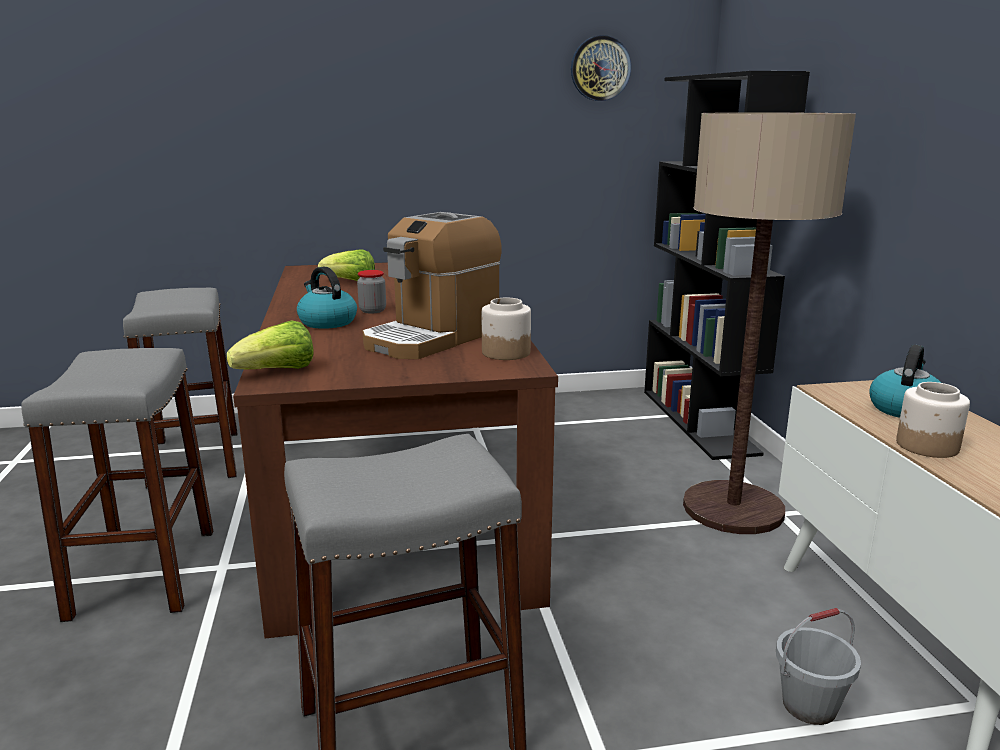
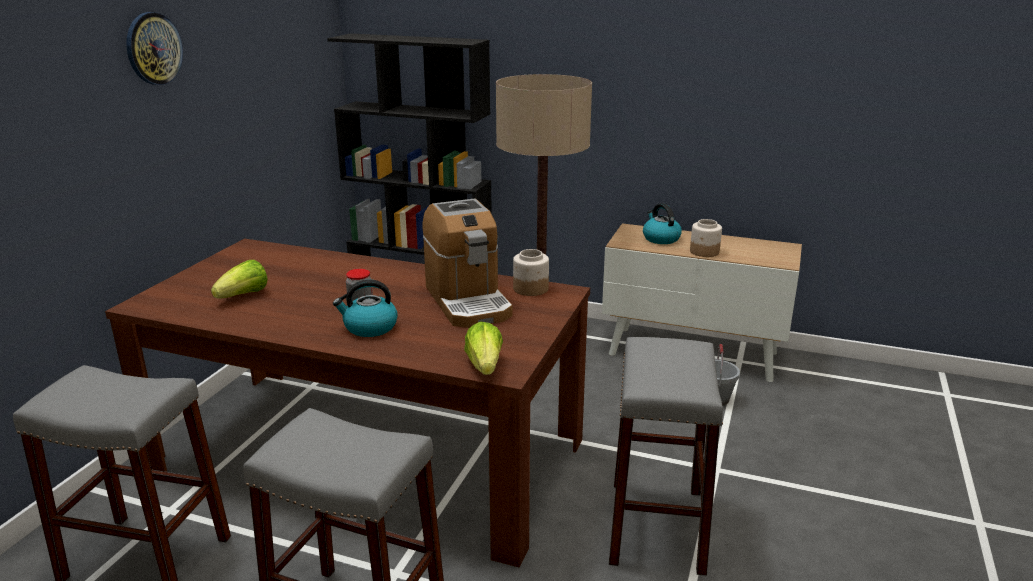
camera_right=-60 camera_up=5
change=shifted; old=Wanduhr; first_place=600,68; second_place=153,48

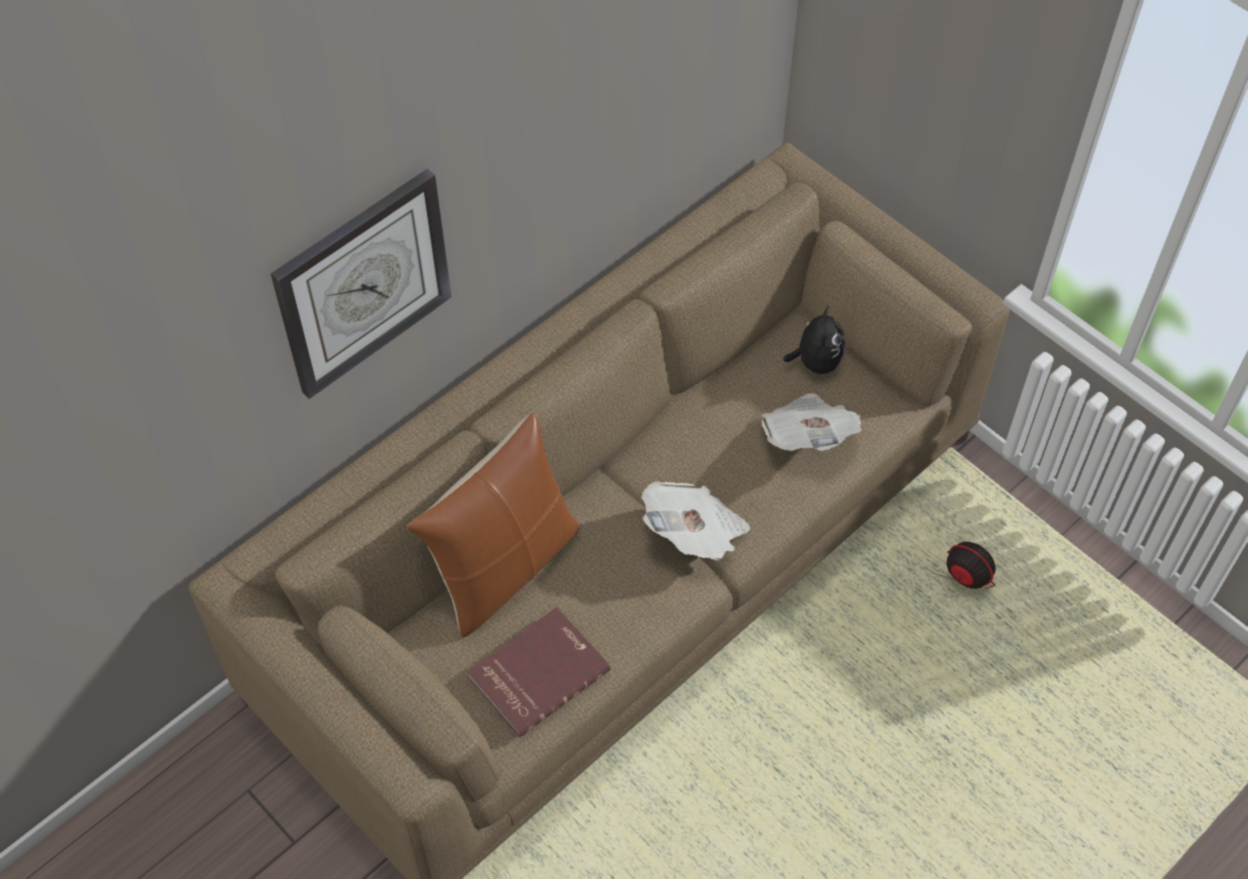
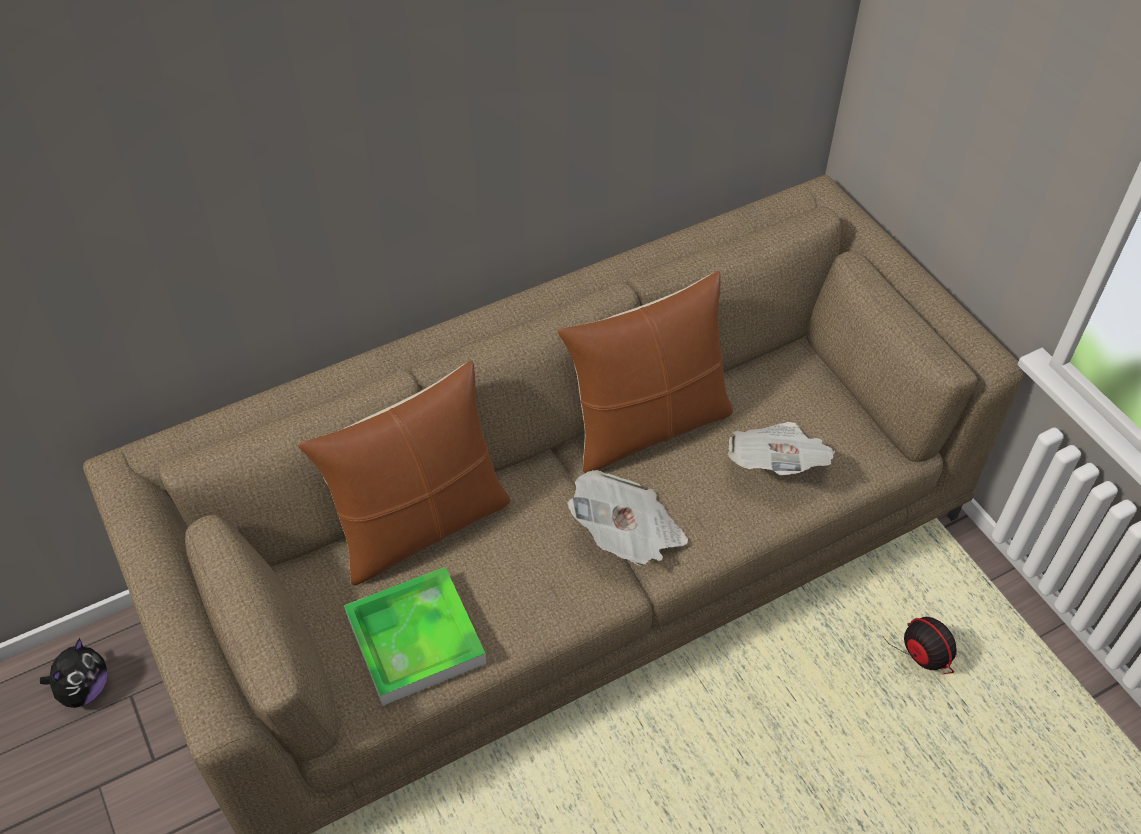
camera_right=15 camera_up=-5
change=gone; old=Wanduhr; first_place=363,283
change=shifted; old=Plüschtier; first_place=815,362; second_place=84,689
change=swapped; old=Buch (rot); new=Tablett; first_place=537,672; second_place=415,639
change=new; new=Kissen (braun); second_place=647,425

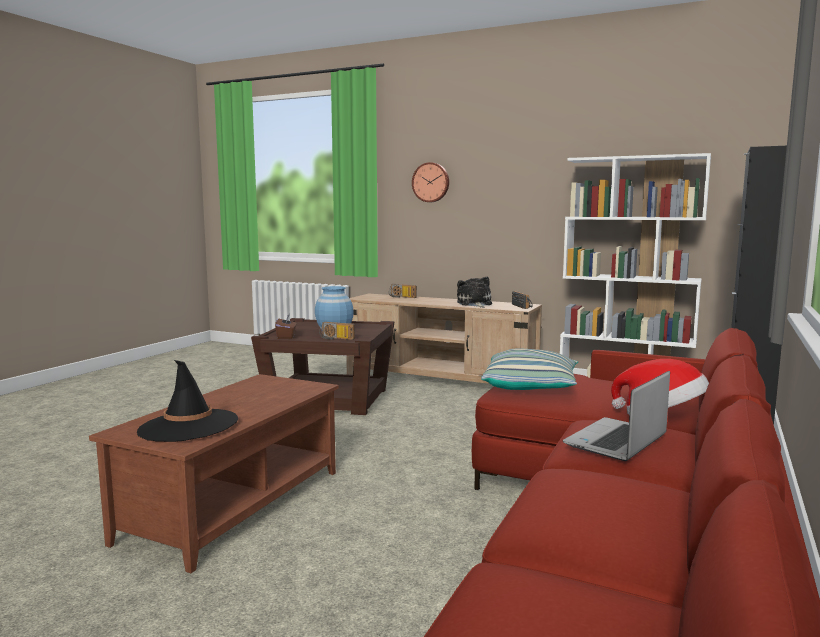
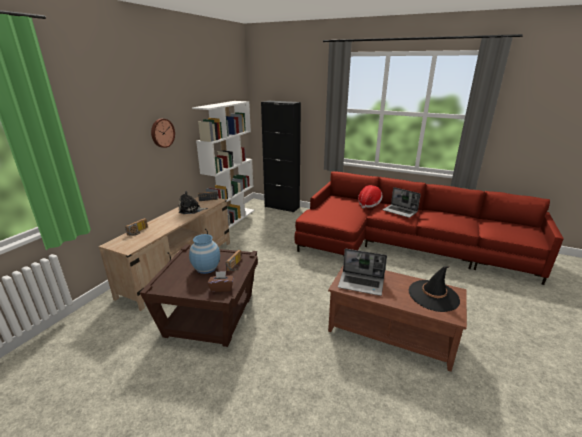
camera_right=-90 camera_up=15
change=shifted; old=Wanduhr; first_place=431,182; second_place=162,133
change=gone; old=Kissen; first_place=530,386
change=new; new=Laptop; second_place=361,284

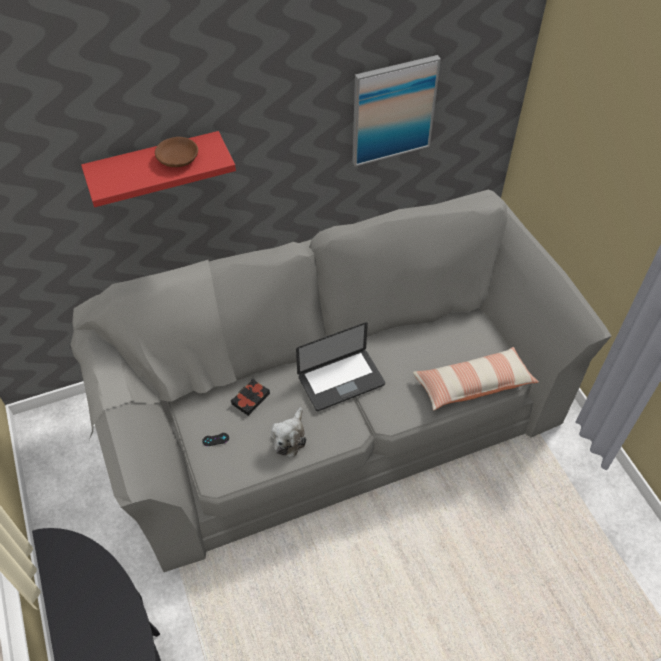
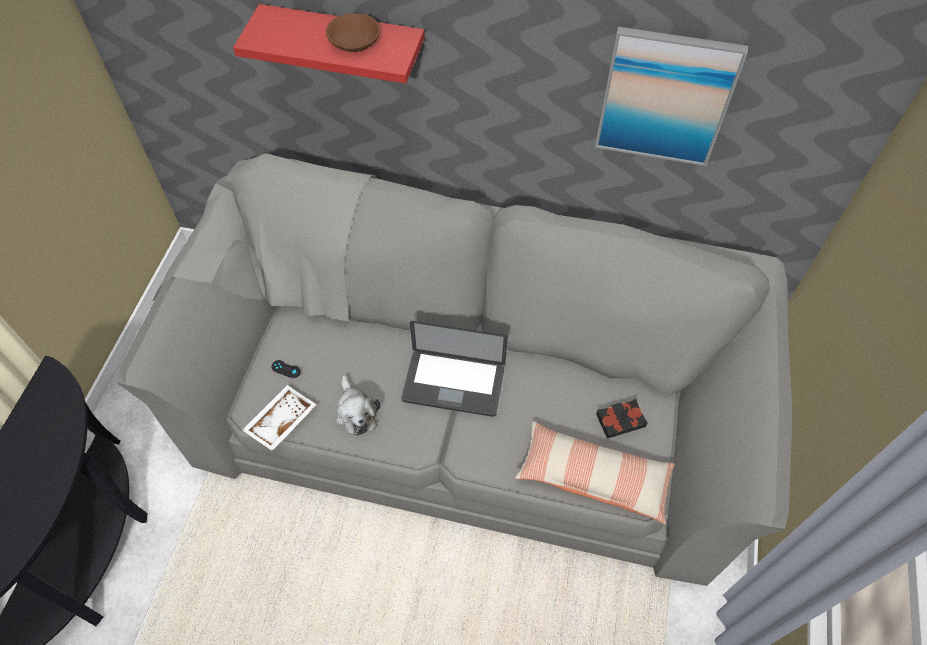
camera_right=35 camera_up=5
change=shifted; old=Buch (schwarz); first_place=250,399; second_place=620,420
change=rotated; old=Plüschtier; first_place=290,438; second_place=356,412; degrees=-75
change=new; new=Tablett (weiß); second_place=280,420

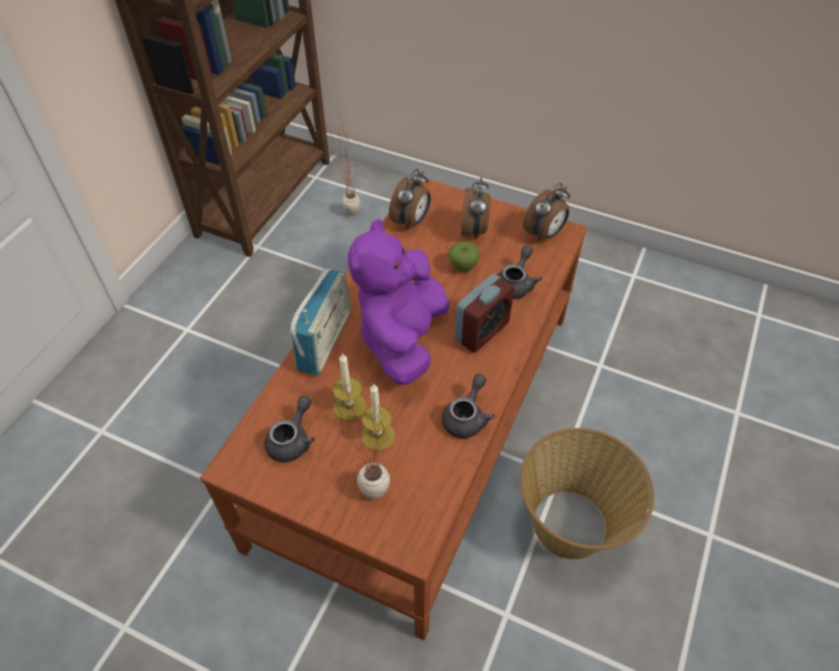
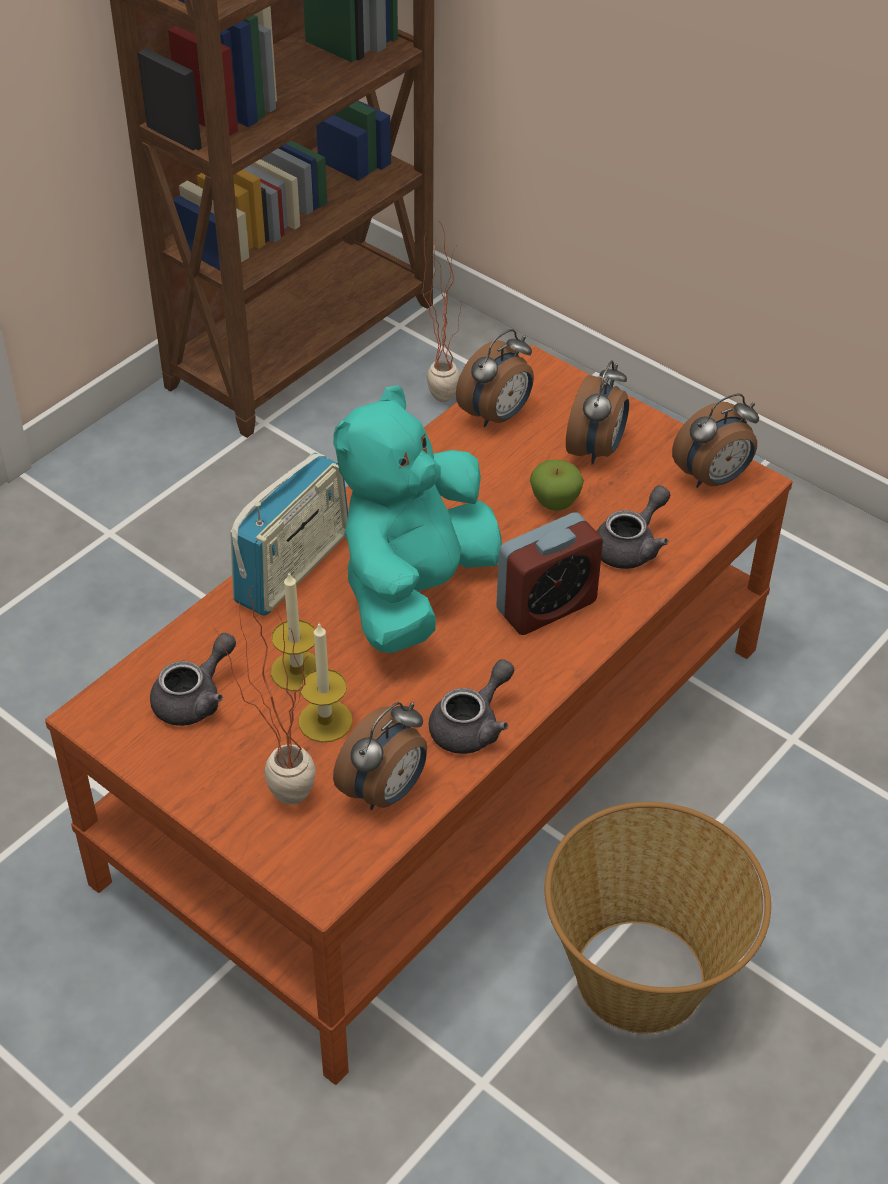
camera_right=15 camera_up=-5
change=repainted; old=Plüschtier (lila); new=Plüschtier (türkis); first_place=402,338; second_place=415,591
change=new; new=Wecker; second_place=385,791

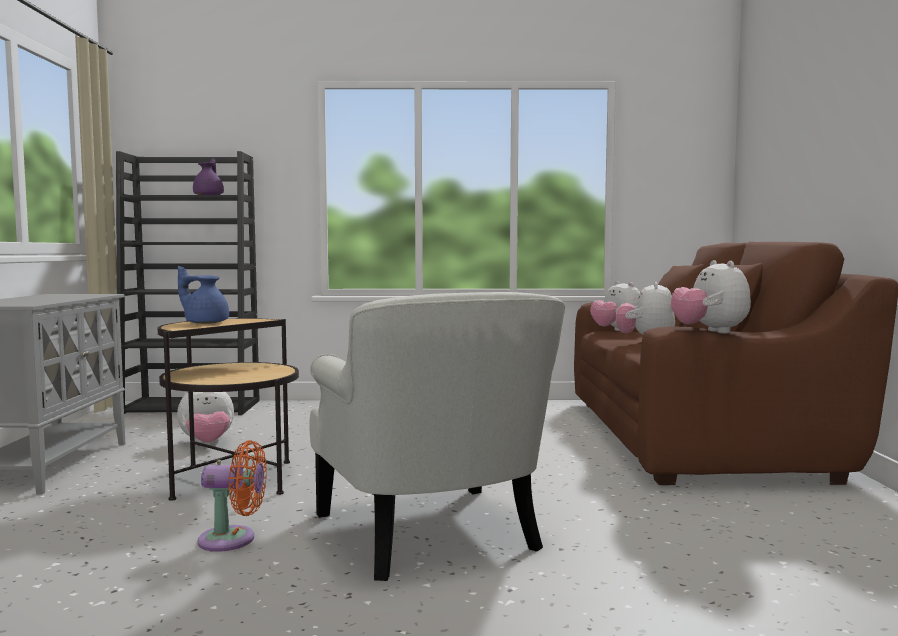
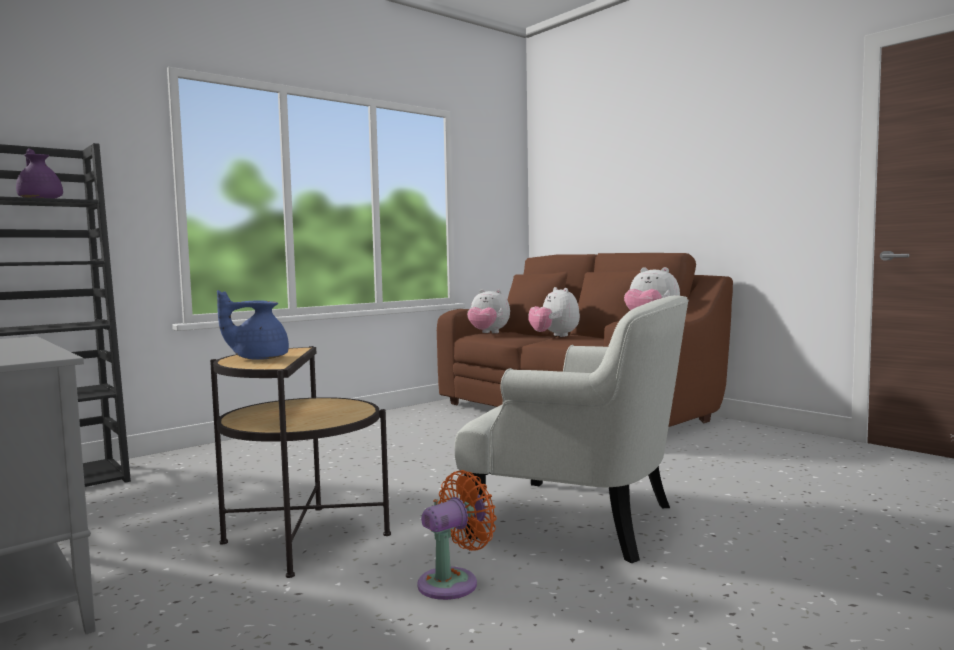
camera_right=-40 camera_up=0
change=gone; old=Plüschtier; first_place=207,443

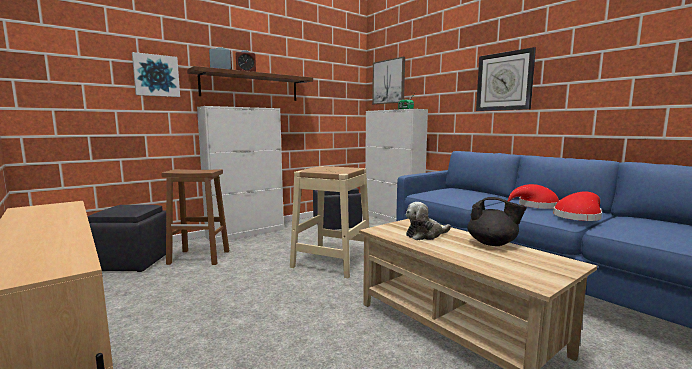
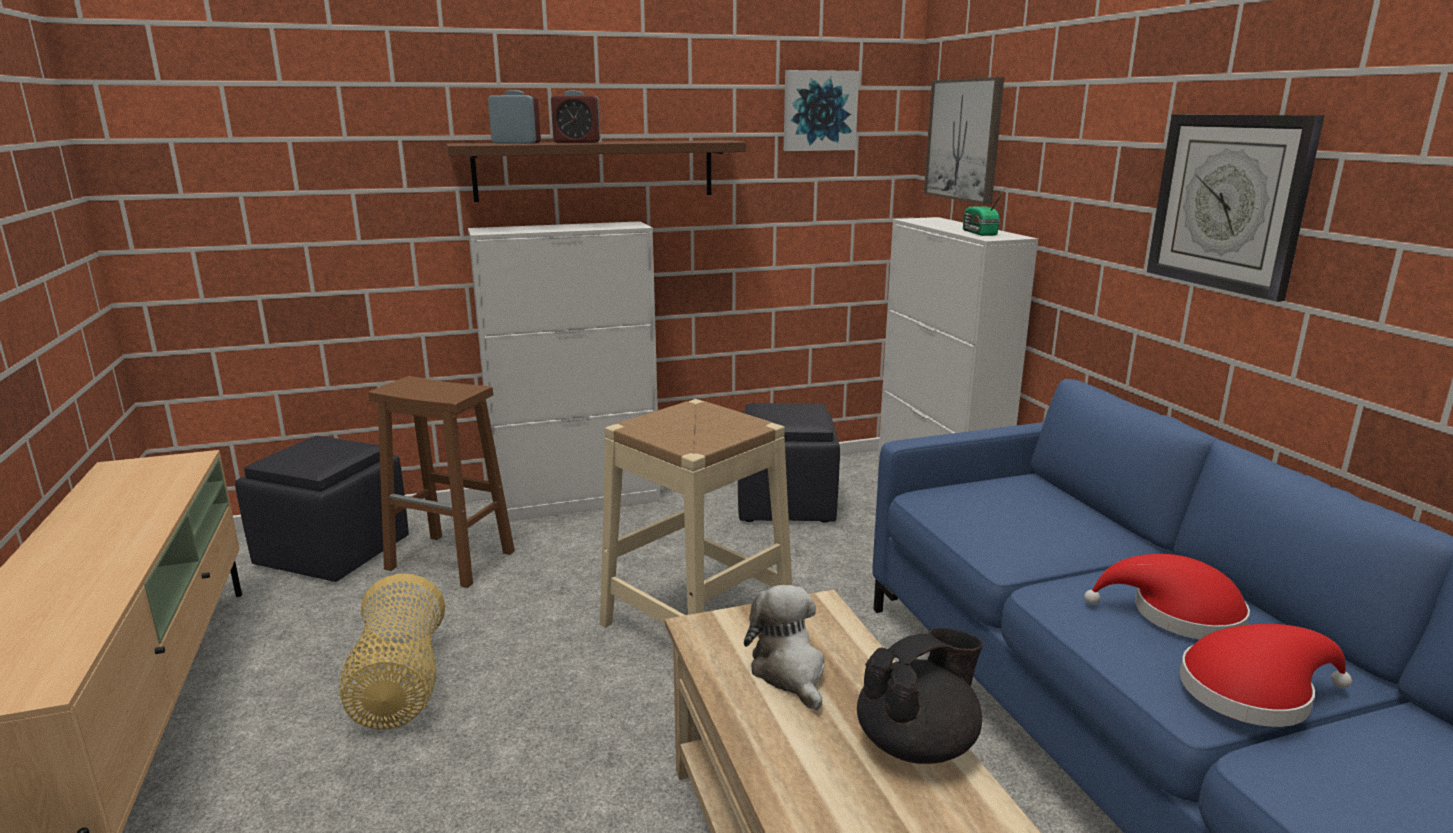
camera_right=20 camera_up=10
change=shifted; old=Bild; first_place=156,75; second_place=819,111
change=rotated; old=Teekanne (schwarz); first_place=492,243; second_place=917,744; degrees=-75
change=rotated; old=Plüschtier; first_place=425,235; second_place=789,672; degrees=75
change=new; new=Korb; second_place=399,687

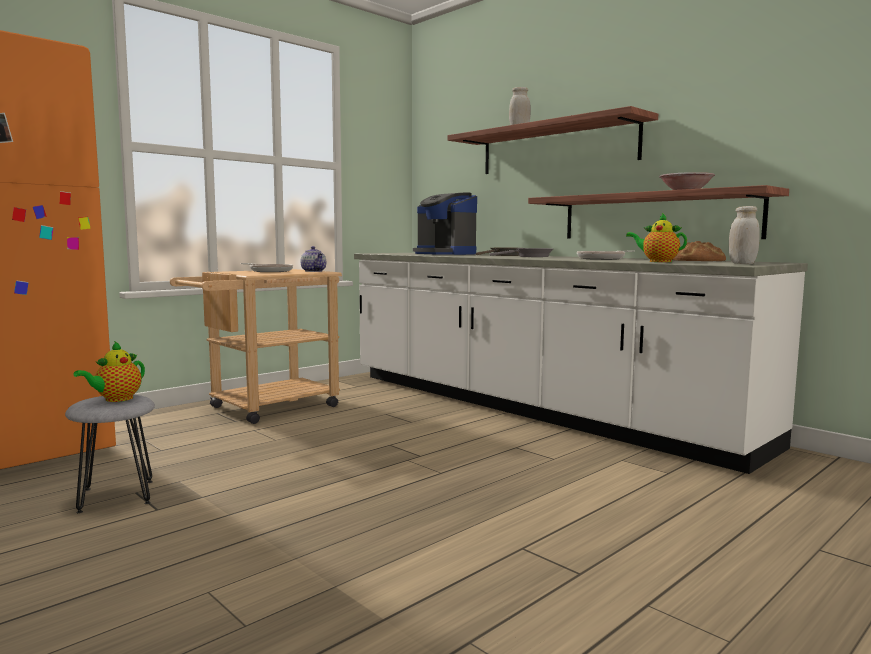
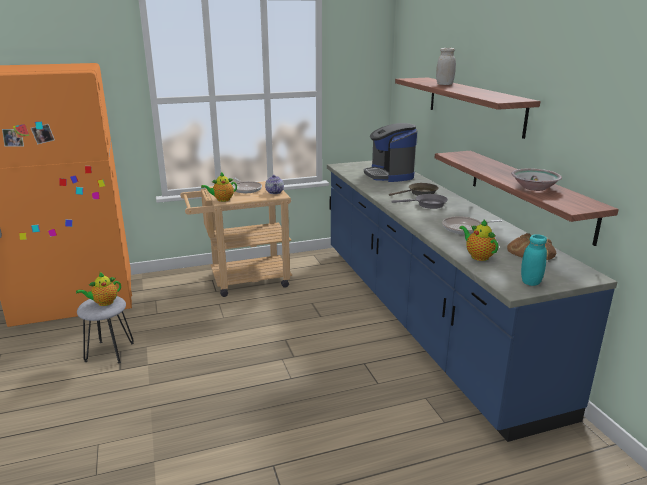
camera_right=25 camera_up=15
change=repainted; old=Vorratsglas (weiß); new=Vorratsglas (türkis); first_place=742,263; second_place=530,282
change=repainted; old=Küchenzeile (weiß); new=Küchenzeile (blau); first_place=532,407; second_place=422,317
change=new; new=Teekanne; second_place=222,200

